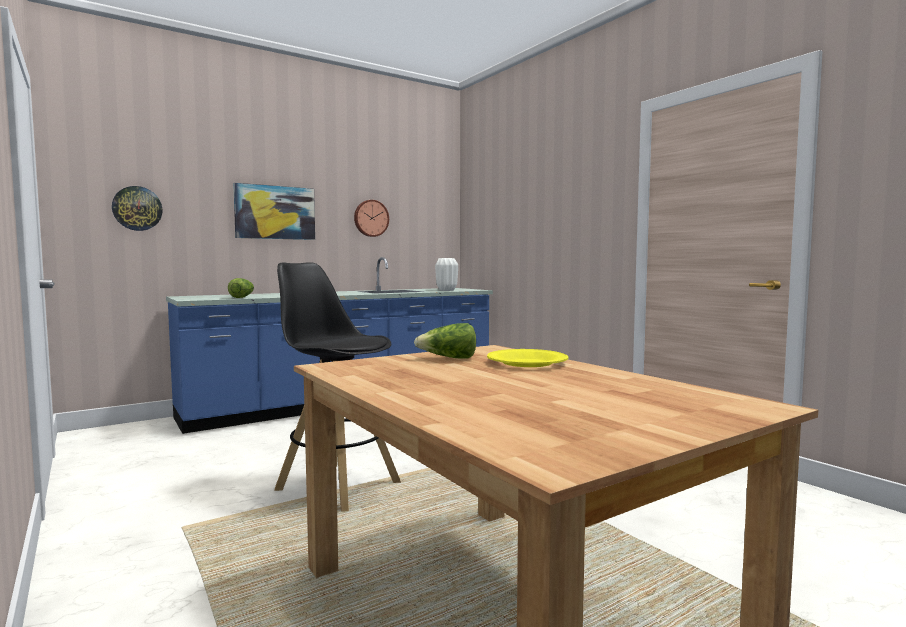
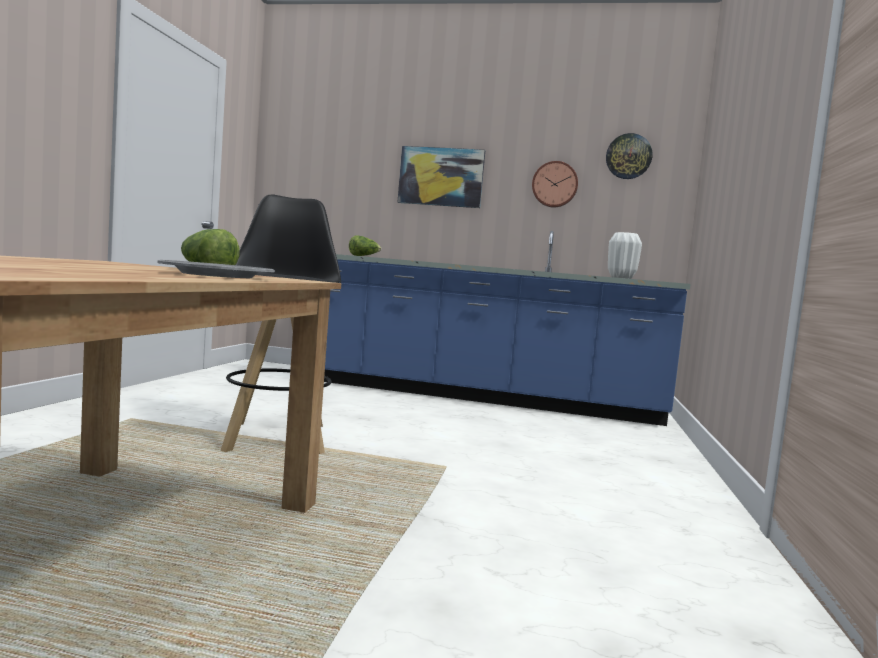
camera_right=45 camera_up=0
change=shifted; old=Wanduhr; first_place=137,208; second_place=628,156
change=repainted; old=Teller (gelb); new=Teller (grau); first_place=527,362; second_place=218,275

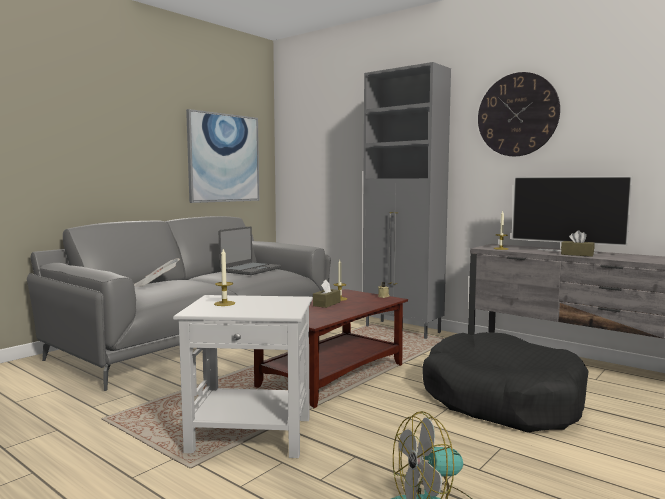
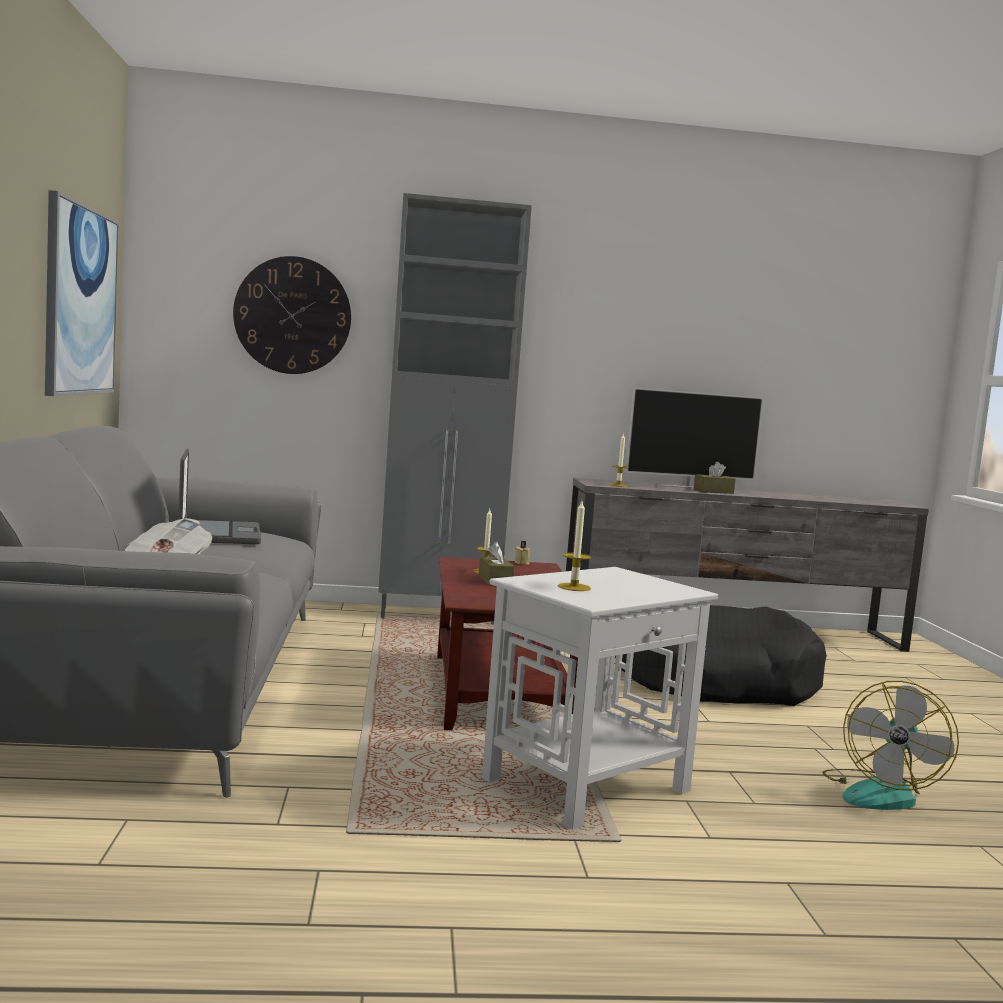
camera_right=-45 camera_up=0
change=shifted; old=Wanduhr; first_place=517,115; second_place=292,315

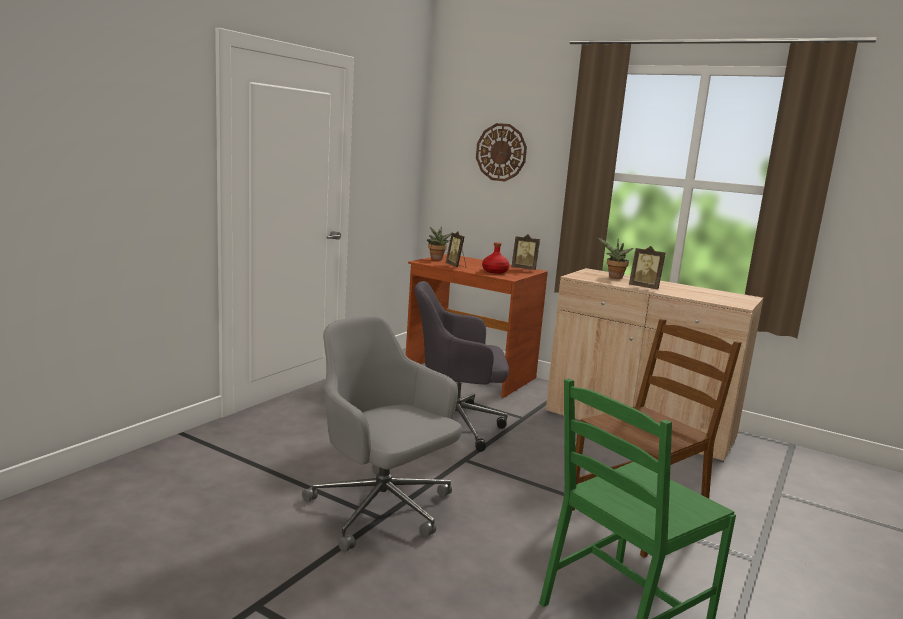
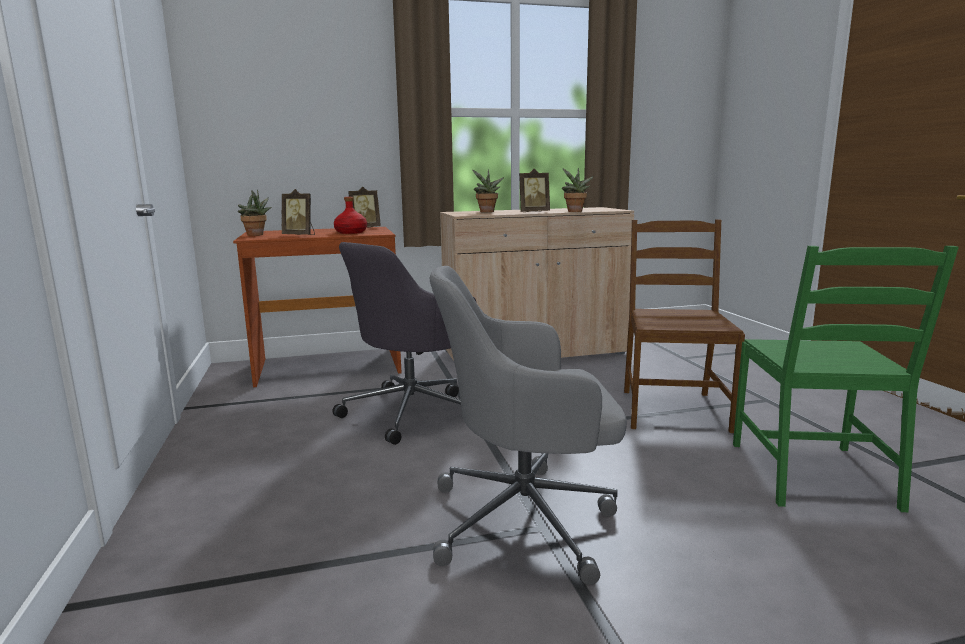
camera_right=-45 camera_up=0
change=gone; old=Wanduhr; first_place=501,152
change=new; new=Topfpflanze; second_place=575,211

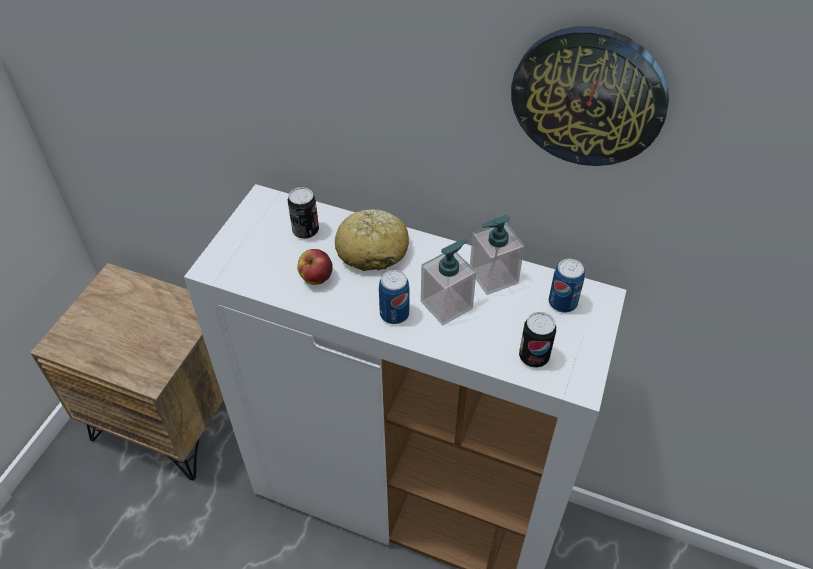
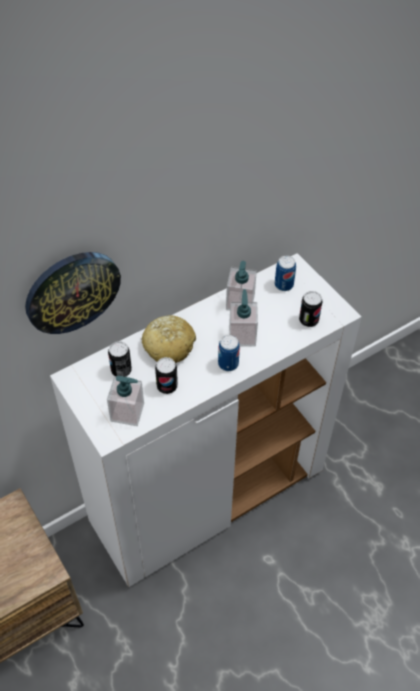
camera_right=-55 camera_up=5
change=shifted; old=Wanduhr; first_place=588,96; second_place=72,291
change=swapped; old=Apfel; new=Dose; first_place=316,278; second_place=167,386
change=new; new=Seifenspender; second_place=127,412

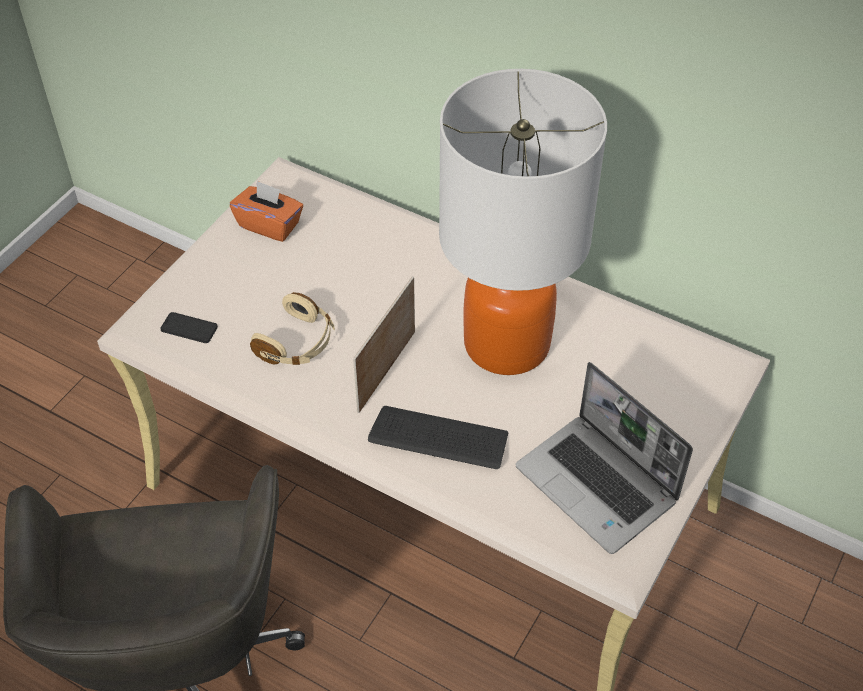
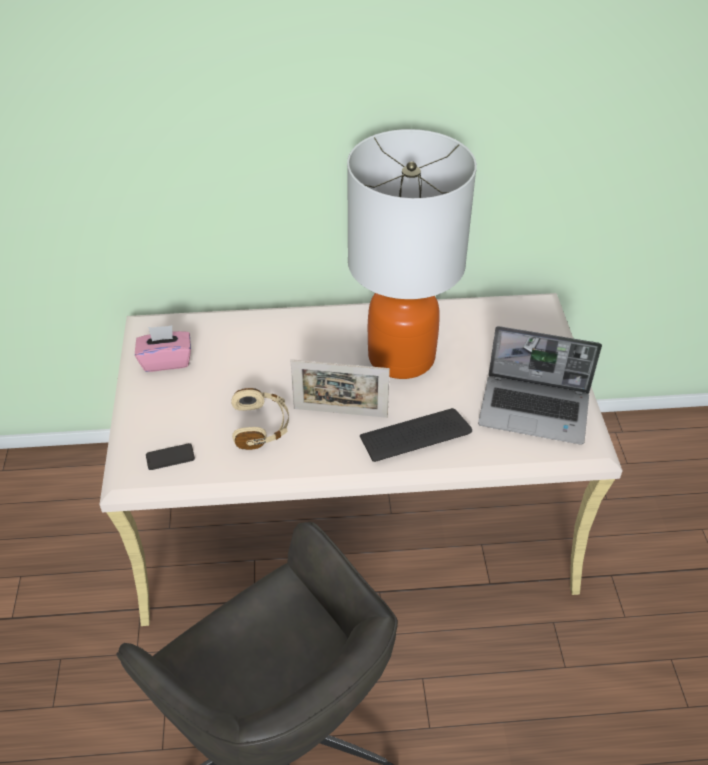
camera_right=-35 camera_up=-5
change=repainted; old=Taschentuchbox (orange); new=Taschentuchbox (rosa); first_place=269,225; second_place=166,361
change=rotated; old=Bilderrahmen; first_place=386,371; second_place=340,412; degrees=-75

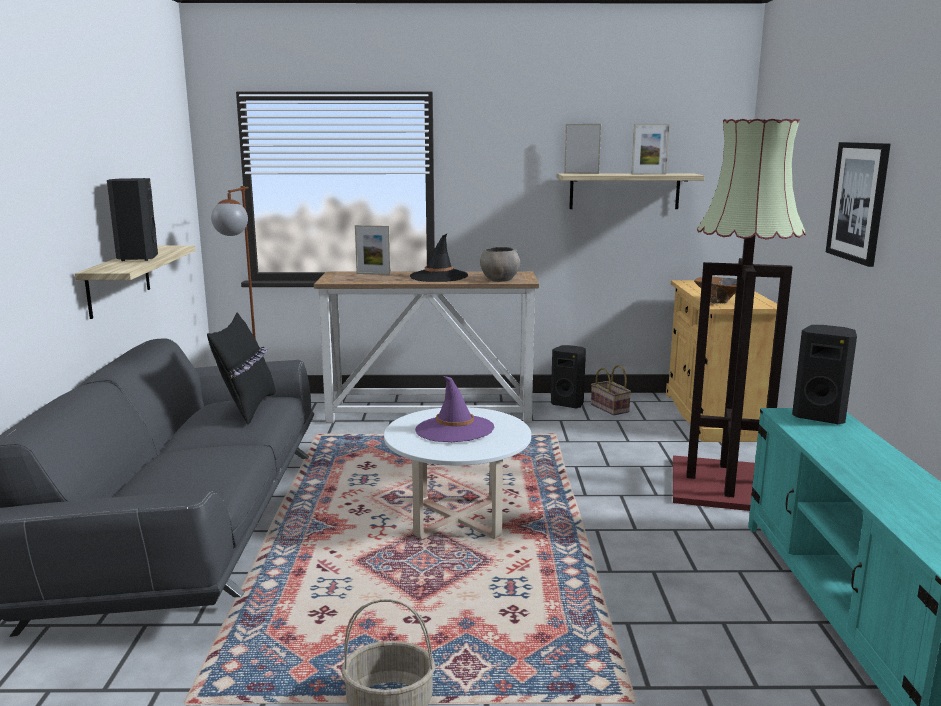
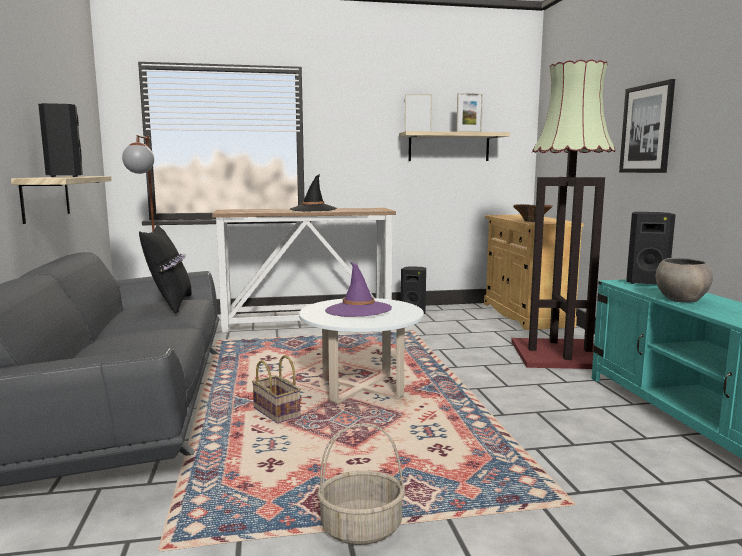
camera_right=-10 camera_up=-5
change=gone; old=Bilderrahmen; first_place=373,274
change=shifted; old=Schüssel (grau); first_place=499,280; second_place=680,300
change=shifted; old=Korb; first_place=611,408; second_place=278,413

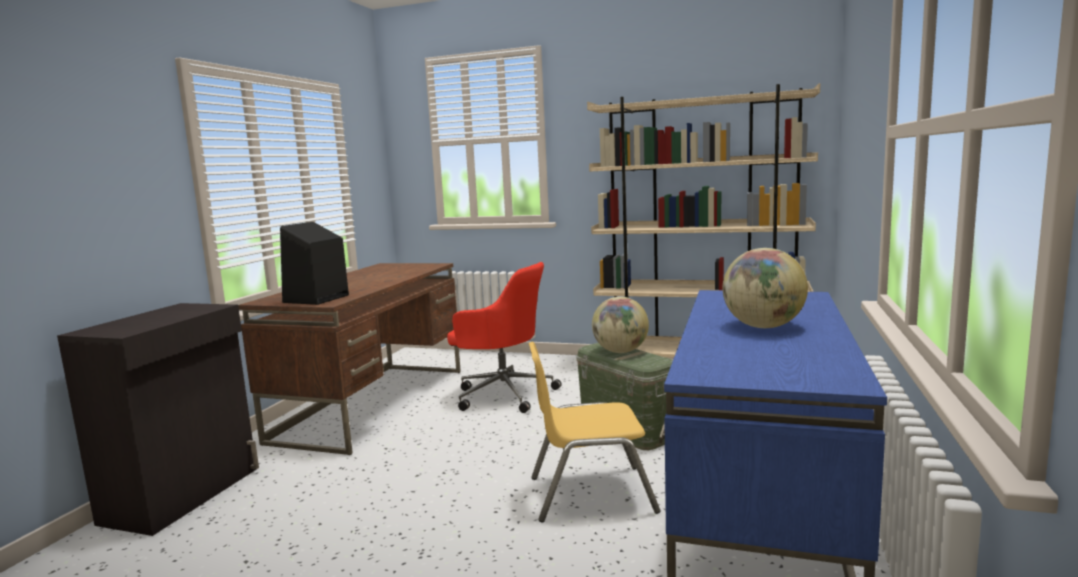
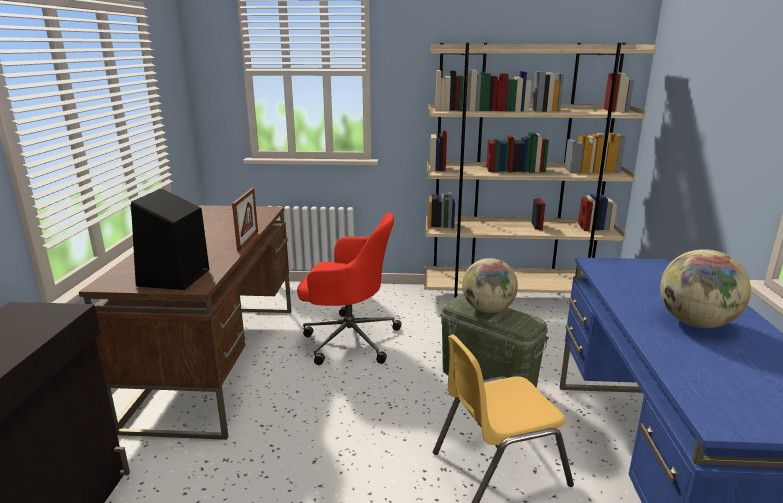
camera_right=-15 camera_up=10
change=new; new=Bilderrahmen; second_place=248,240

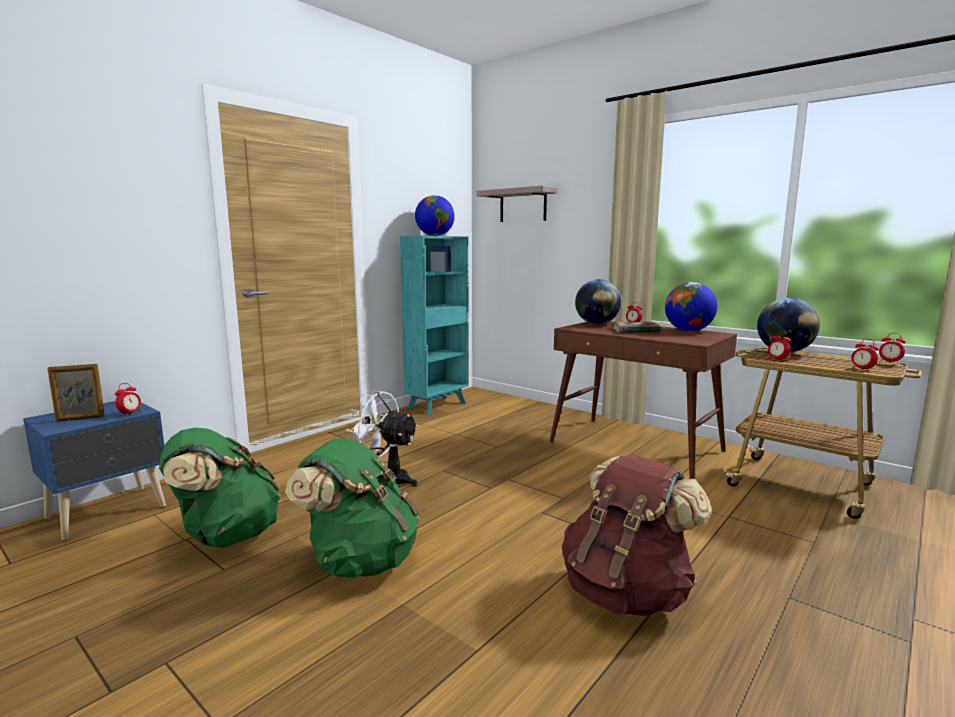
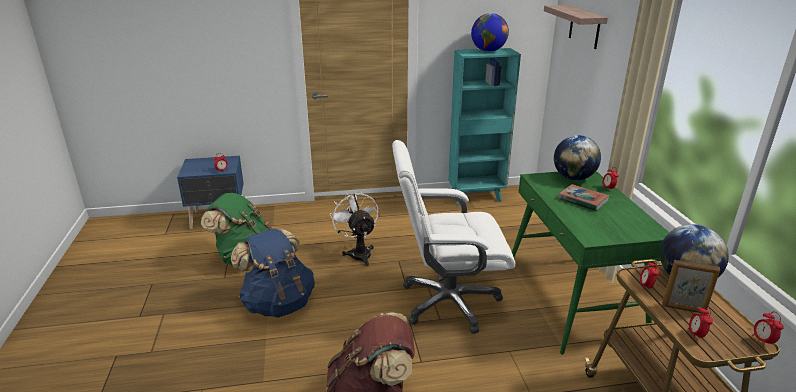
camera_right=40 camera_up=15
change=gone; old=Globus; first_place=688,331
change=repainted; old=Schreibtisch (braun); new=Schreibtisch (grün); first_place=636,446; second_place=572,302
change=shifted; old=Bilderrahmen; first_place=80,418; second_place=683,309
change=repainted; old=Rucksack (grün); new=Rucksack (blau); first_place=360,561; second_place=278,303
change=new; new=Bürostuhl (weiß); second_place=448,302

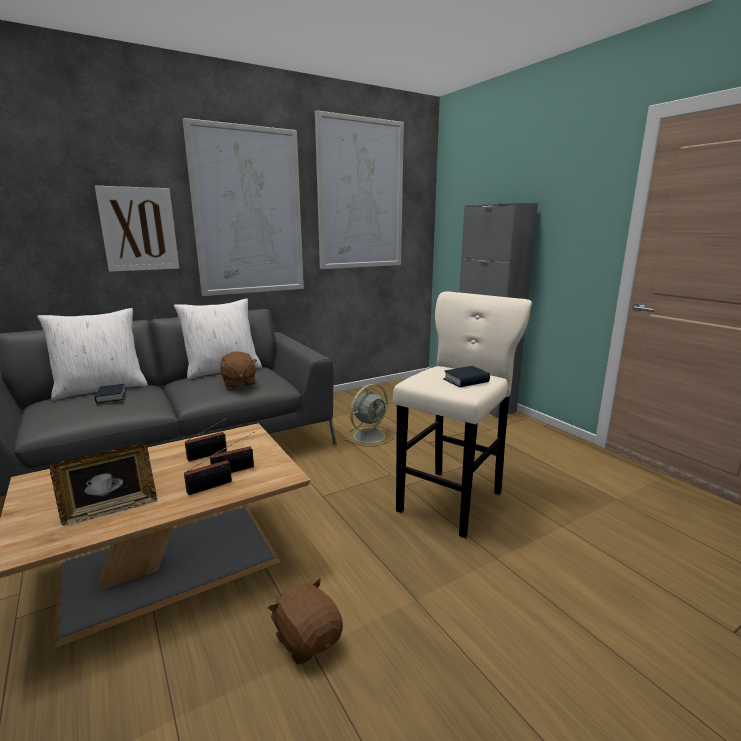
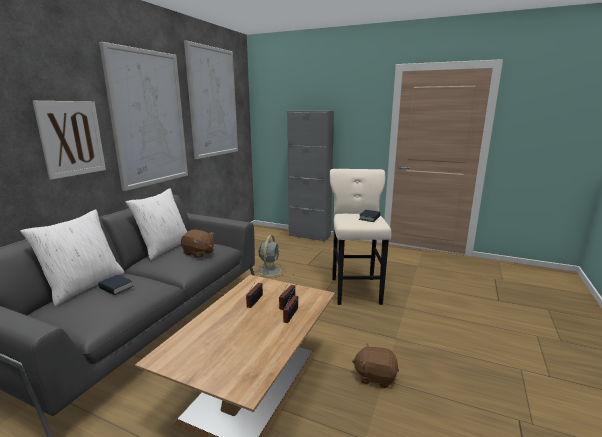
camera_right=-35 camera_up=0
change=gone; old=Bilderrahmen; first_place=111,510

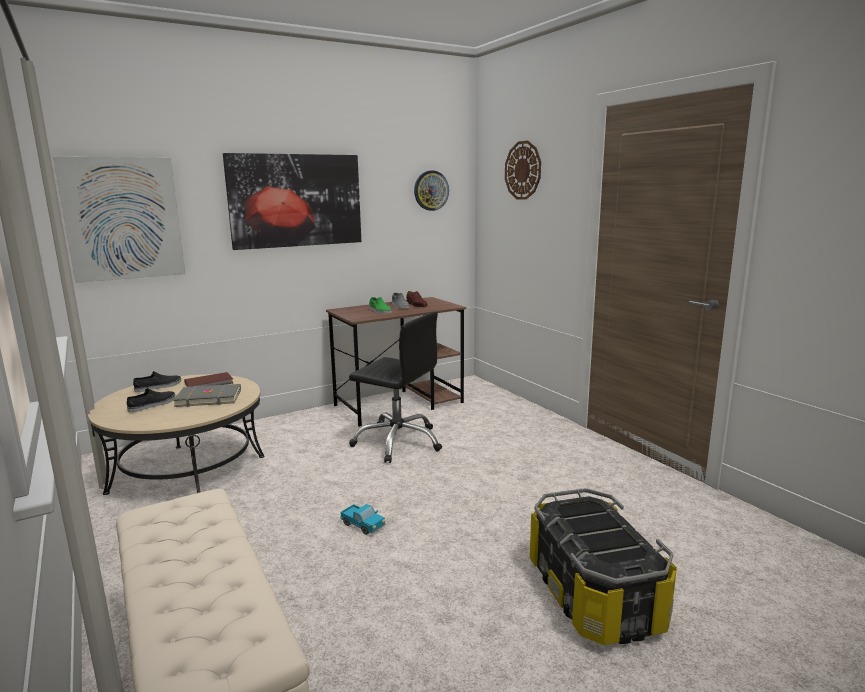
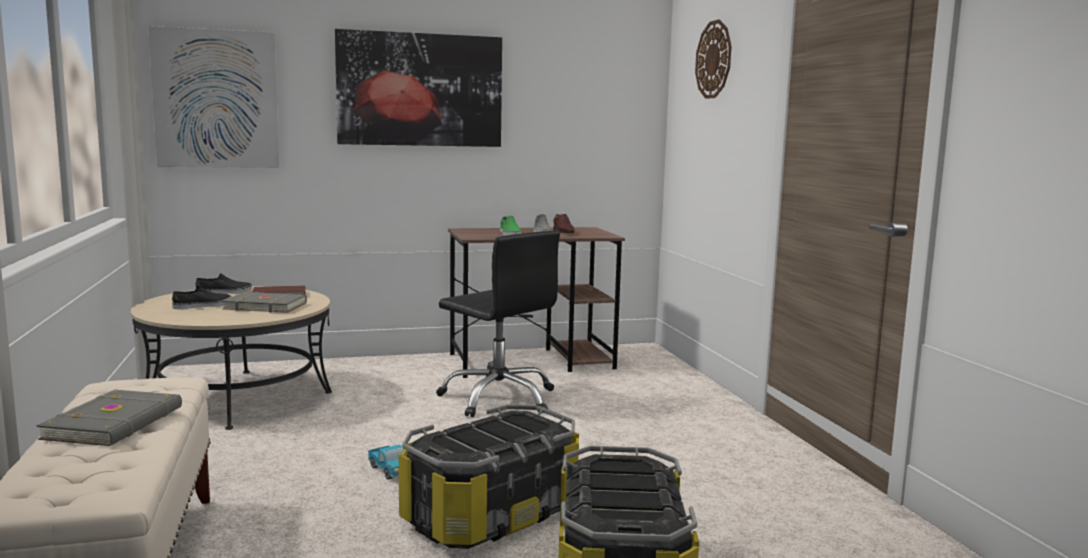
camera_right=15 camera_up=-5
change=gone; old=Wanduhr; first_place=431,190
change=new; new=Buch (grau); second_place=116,423
change=new; new=Aufbewahrungsbox; second_place=490,515

